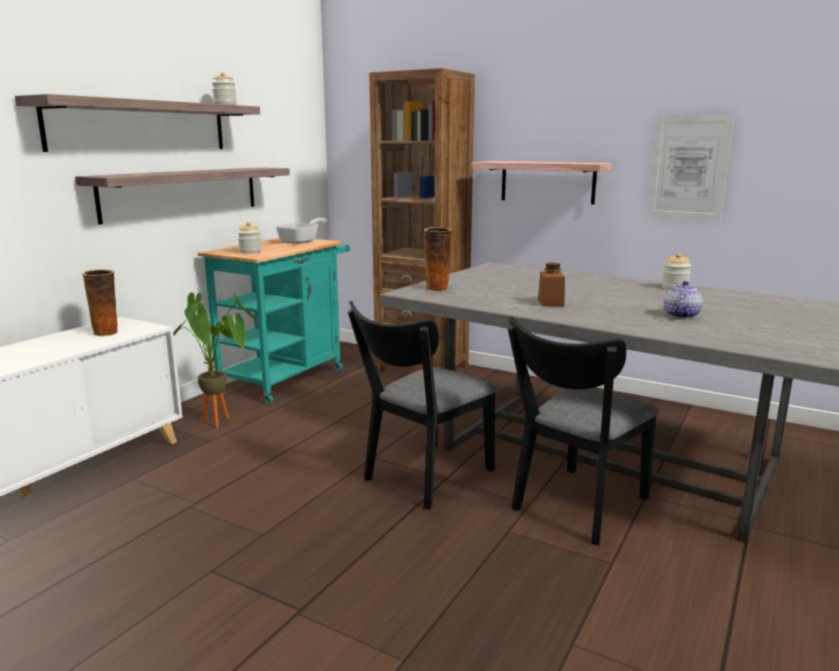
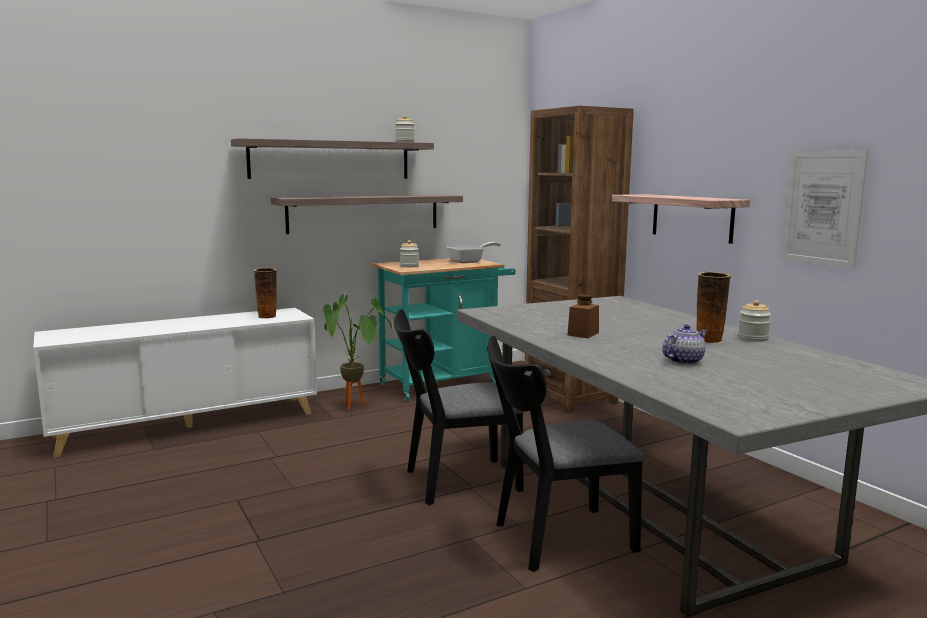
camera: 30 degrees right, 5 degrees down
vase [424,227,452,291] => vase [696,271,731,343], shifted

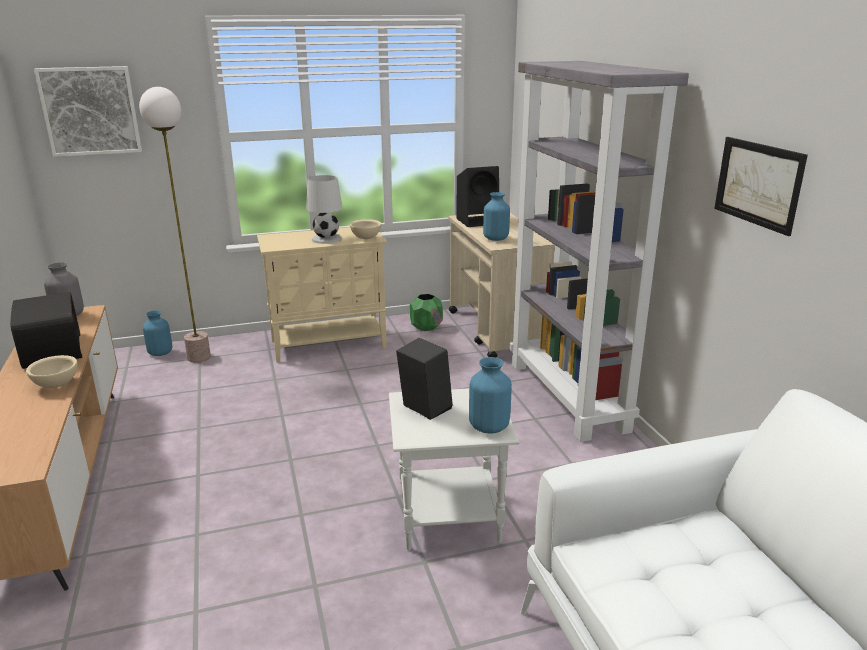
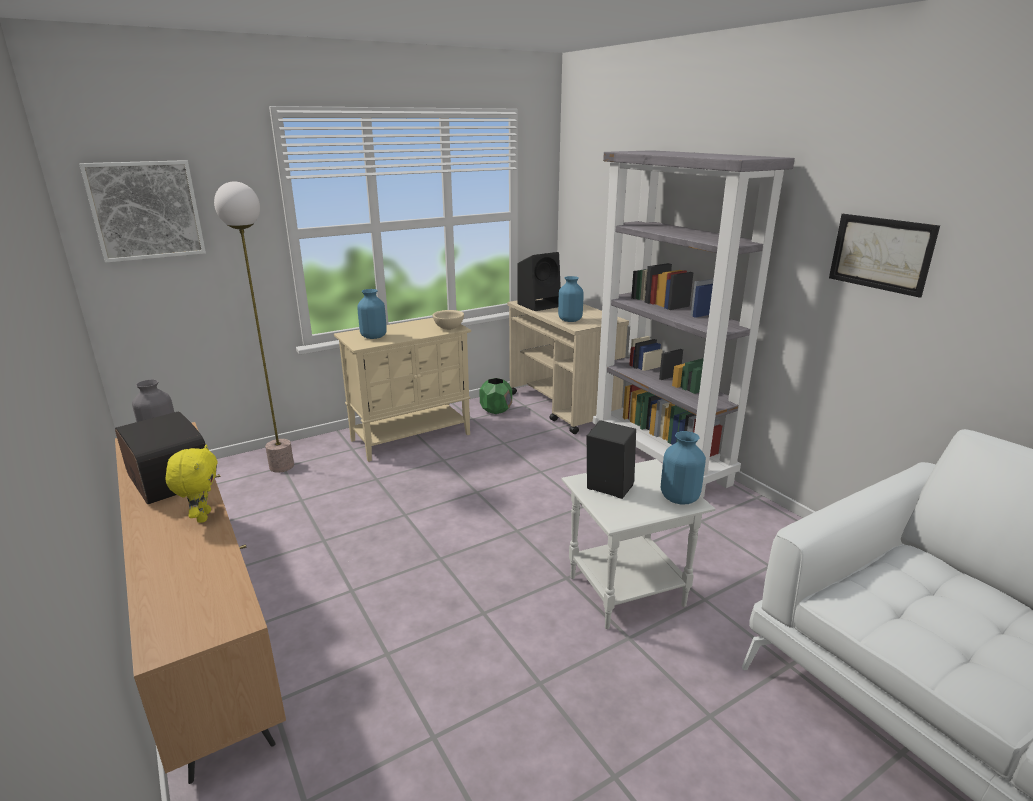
camera: 15 degrees left, 0 degrees up
beige serving bowl [26,355,77,388] => yellowish cuddly toy [165,445,218,523]
blue vase [143,310,172,356] => blue vase [357,289,387,339], shifted
white tabletop lamp [306,175,343,244] => nothing

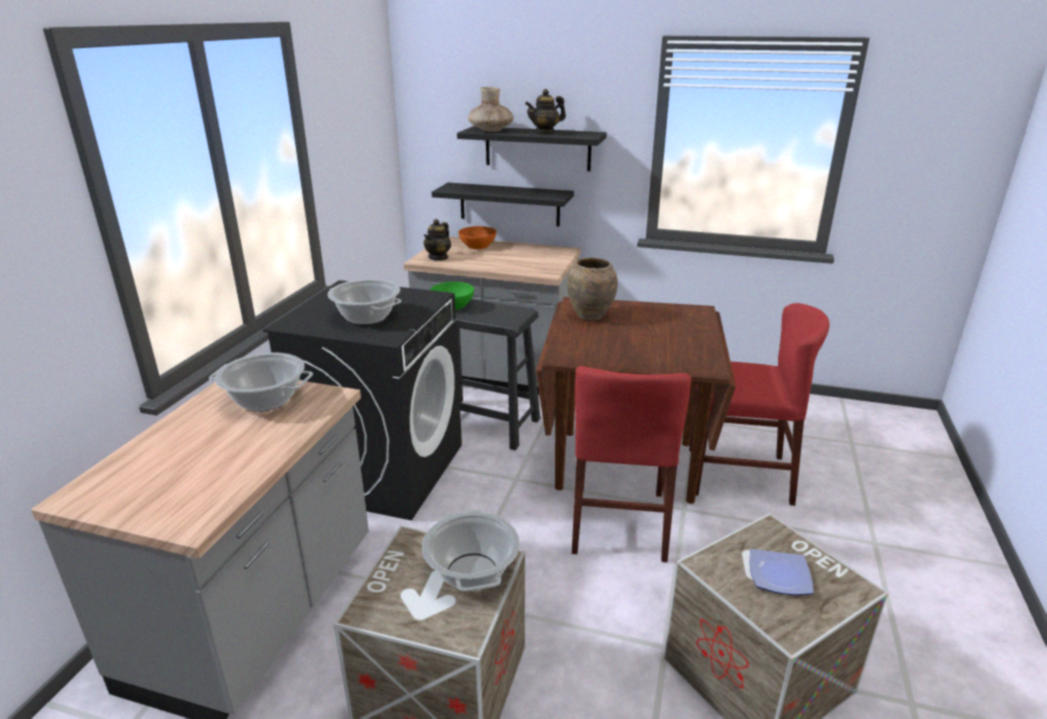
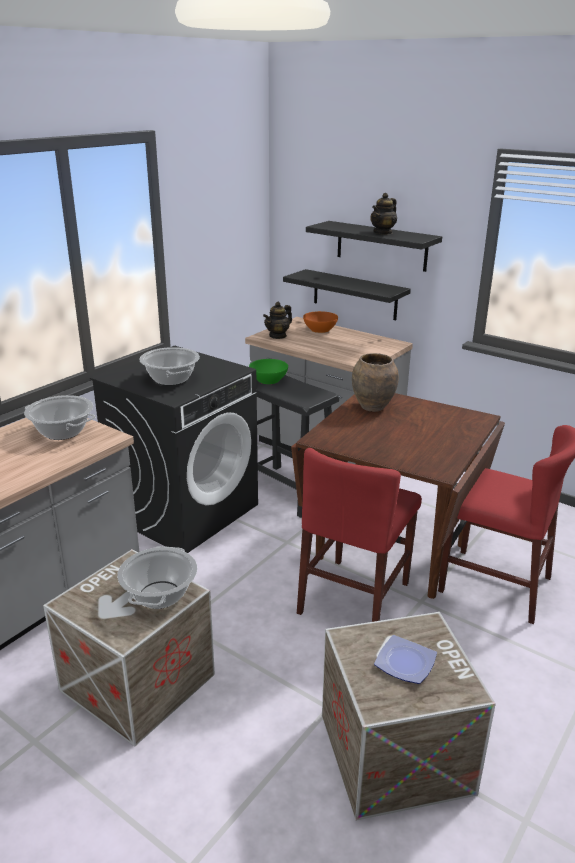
camera: 20 degrees right, 0 degrees up
tea pot [525,89,566,135] => tea pot [370,193,397,235], 45 degrees counterclockwise
brown-coloured vase [468,87,514,132] => nothing

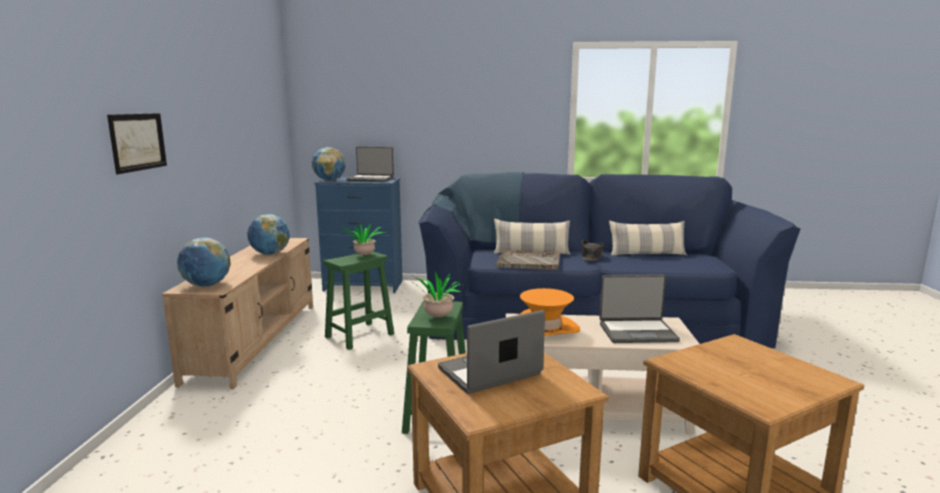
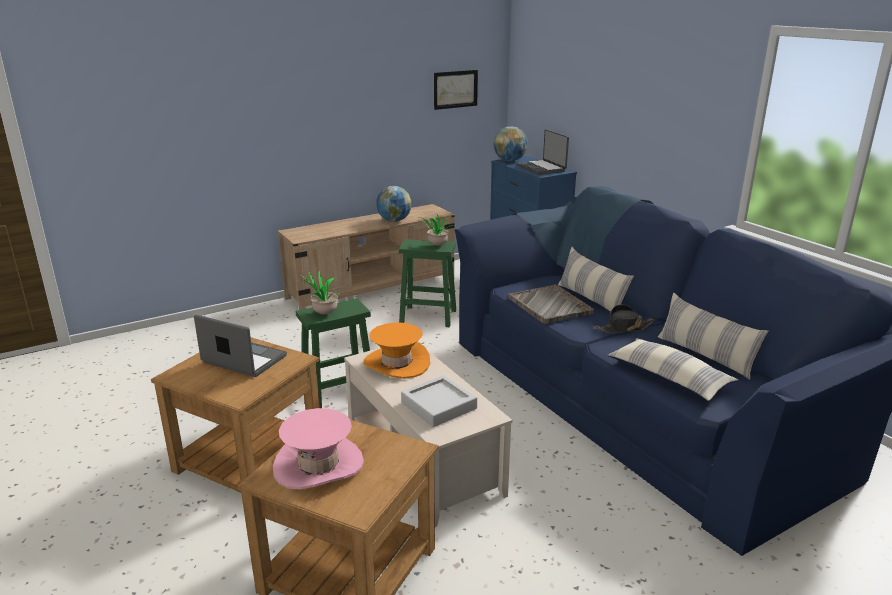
camera: 55 degrees right, 10 degrees up
nothing => pink wearable hat [273,408,364,489]
notebook computer [599,275,680,343] => greyish tray [401,375,477,427]
wall picture [107,113,167,174] => wall picture [434,70,478,110], shifted
nothing => throw pillow [607,338,738,401]
world globe [177,238,231,287] => nothing

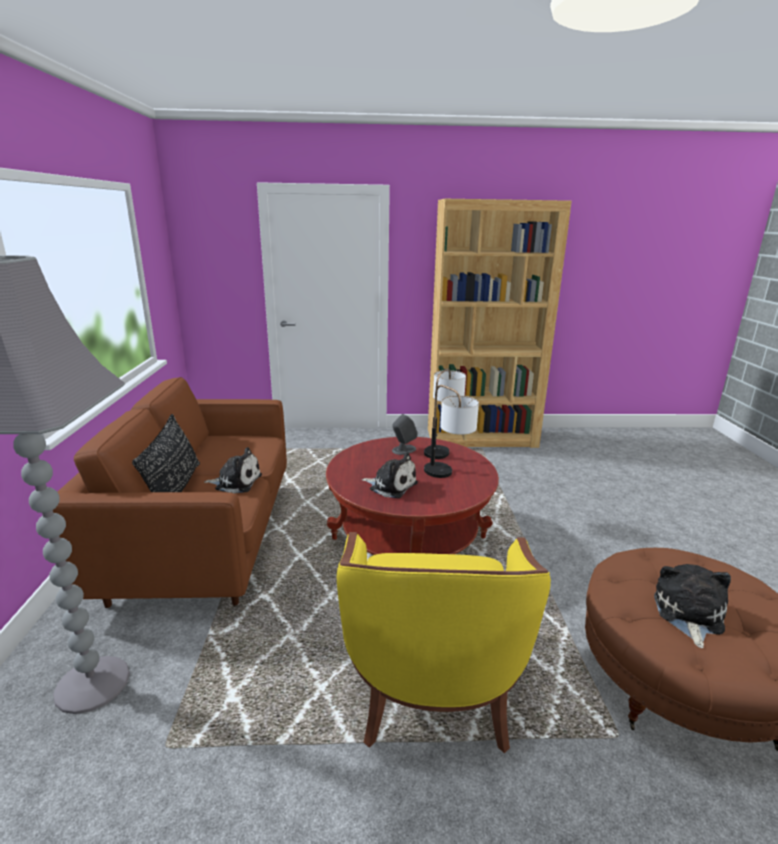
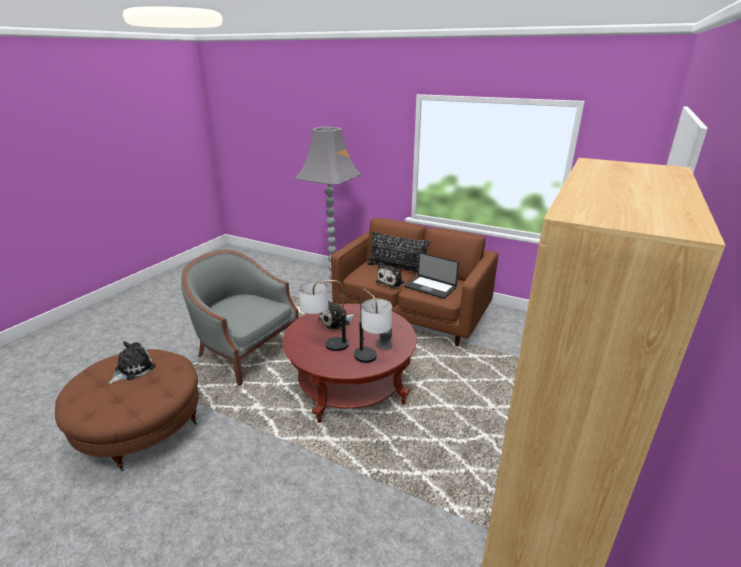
camera: 120 degrees right, 5 degrees up
cuddly toy [654,564,731,648] => cuddly toy [108,341,156,384], 105 degrees counterclockwise
yellowish lounge chair [337,532,551,753] => greyish lounge chair [181,250,299,386]
nothing => notebook computer [405,252,459,299]

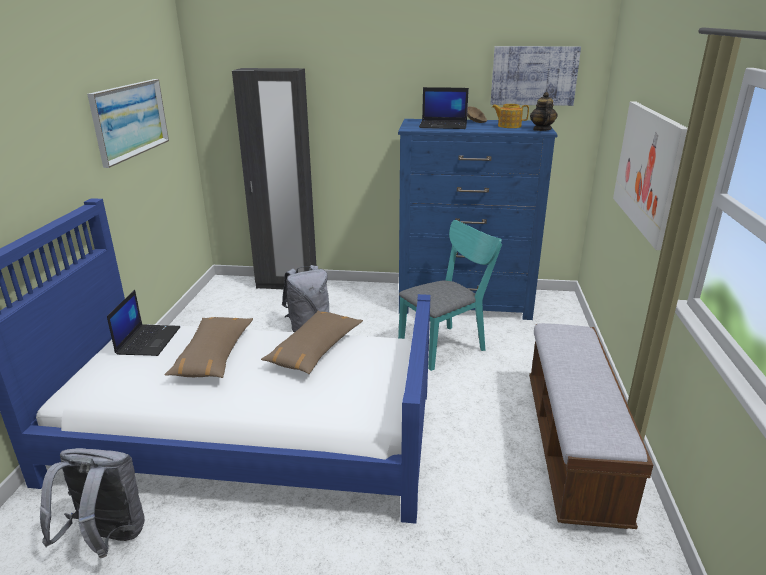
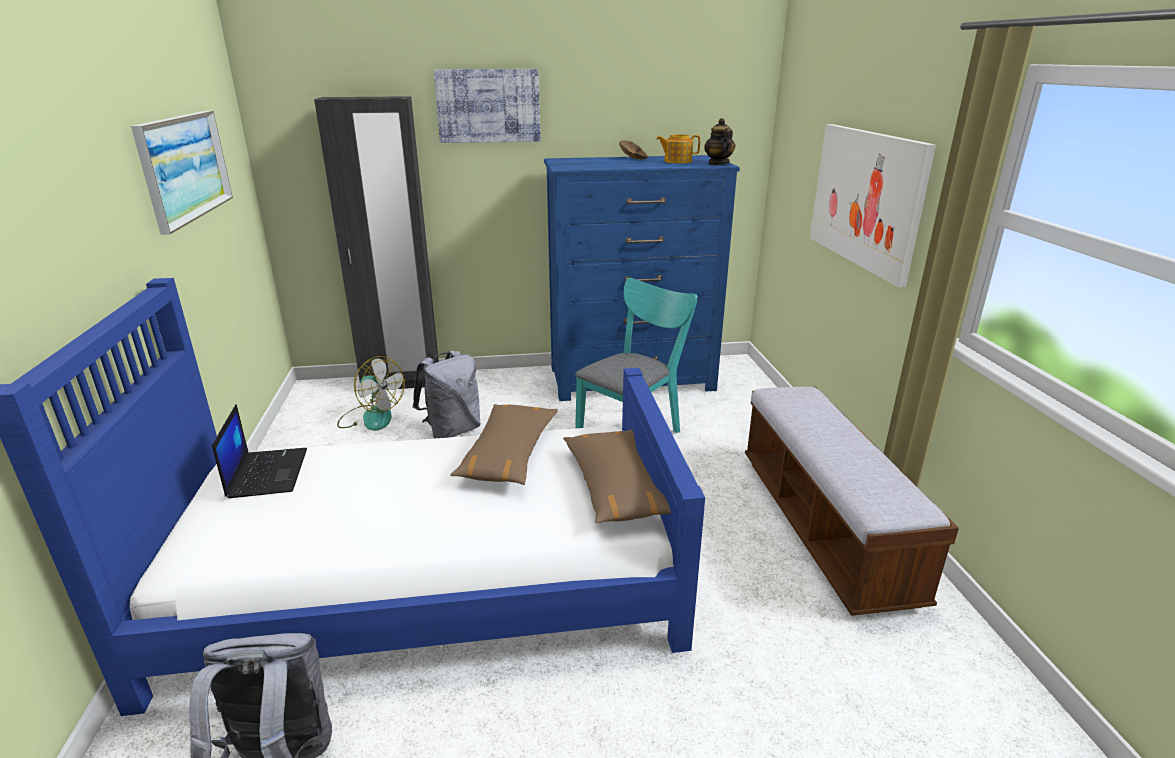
camera: 15 degrees left, 0 degrees up
nothing => cooling fan [337,356,405,431]
wall picture [491,46,581,106] => wall picture [433,69,541,143], shifted
brown-coloured throw pillow [165,317,253,378] => brown-coloured throw pillow [563,429,671,523], shifted
notebook computer [419,87,469,129] => nothing

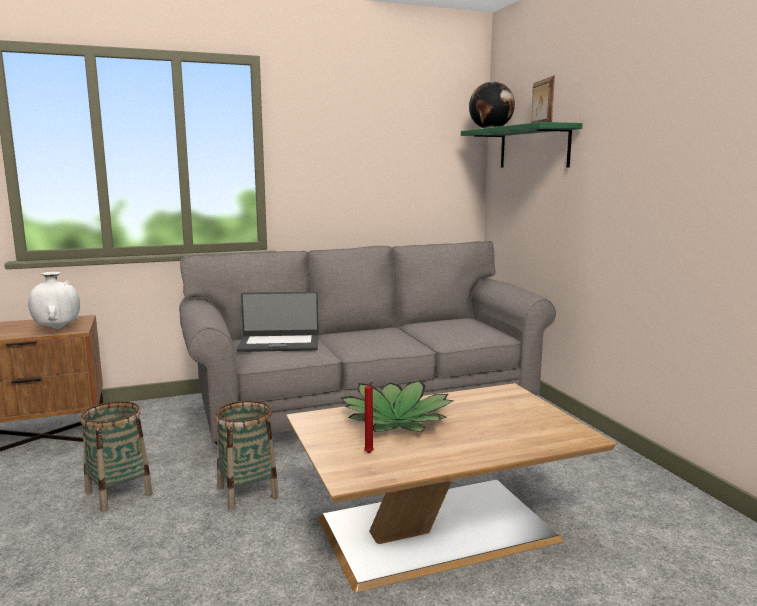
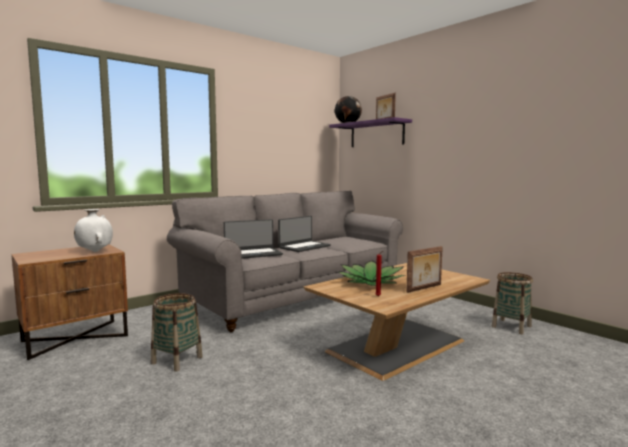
camera: 20 degrees left, 5 degrees down
nothing => notebook computer [278,216,331,252]
green-coloured bracket shelf [461,122,583,168] => purplish bracket shelf [329,117,412,147]
nothing => photo frame [406,246,443,293]
storage basket [215,400,279,510] => storage basket [492,272,533,335], shifted

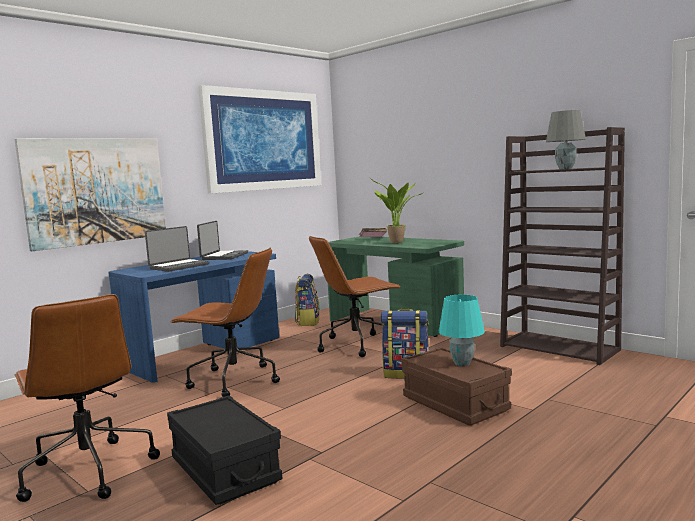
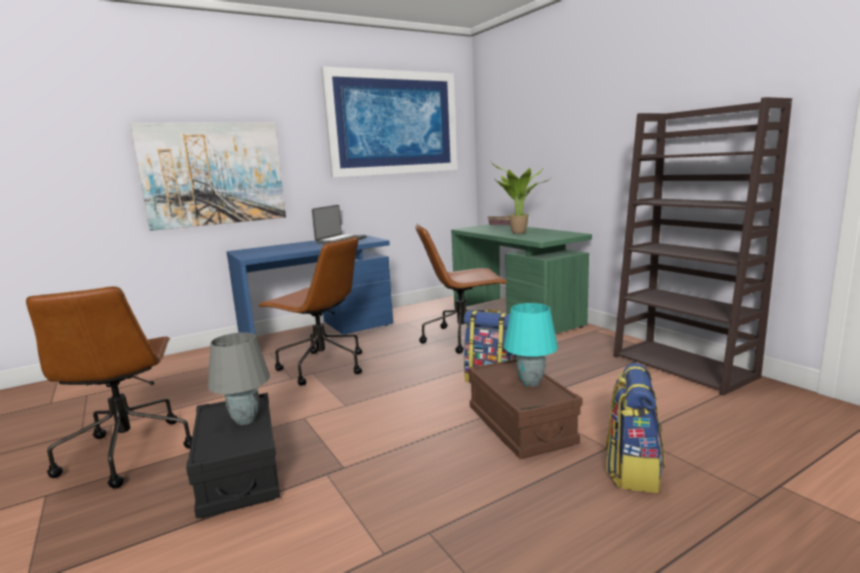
camera: 15 degrees right, 5 degrees up
greyish tabletop lamp [546,110,586,169] => greyish tabletop lamp [208,332,270,425], shifted
rucksack [295,274,320,326] => rucksack [606,363,665,493], shifted
notebook computer [145,226,209,272] => nothing

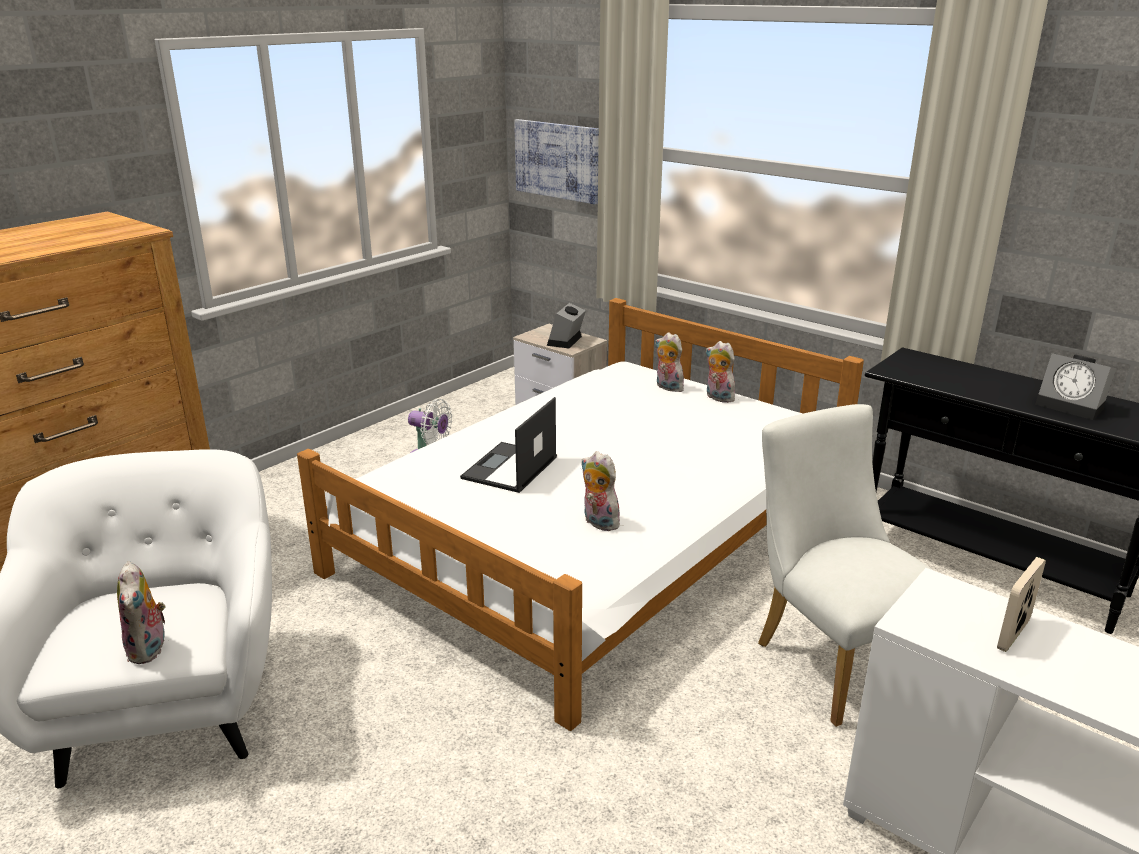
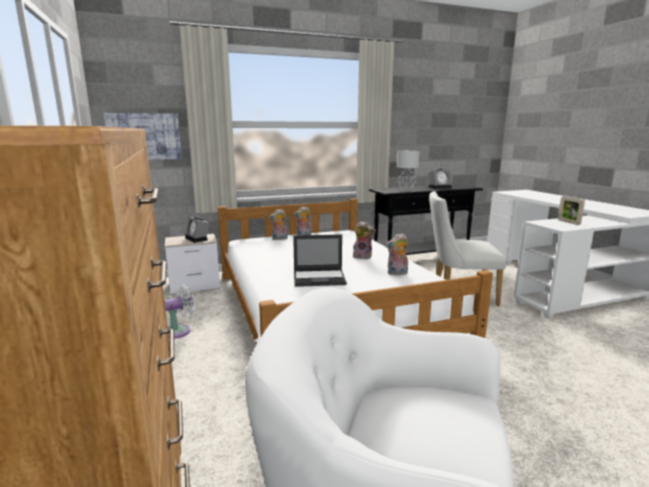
camera: 60 degrees left, 10 degrees down
notebook computer [460,397,557,493] => notebook computer [293,235,347,287], 60 degrees counterclockwise
cuddly toy [117,561,166,664] => cuddly toy [353,221,376,259], shifted
nothing => greyish tabletop lamp [397,150,420,190]

